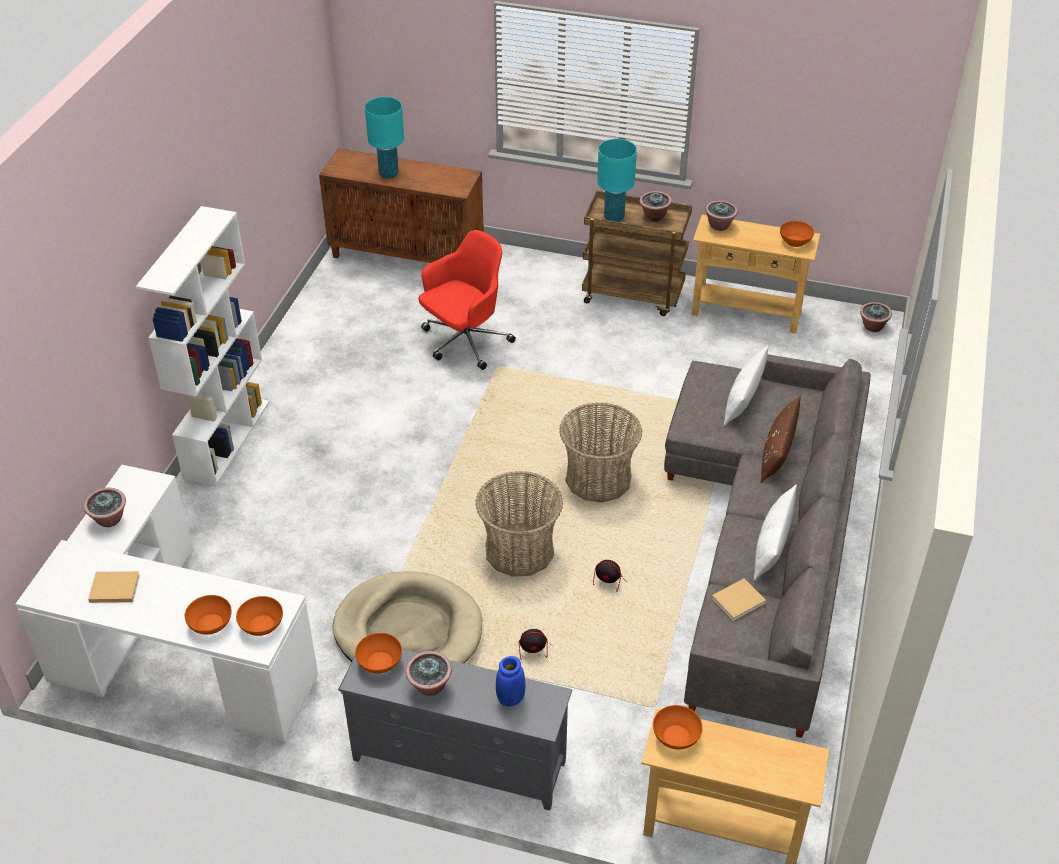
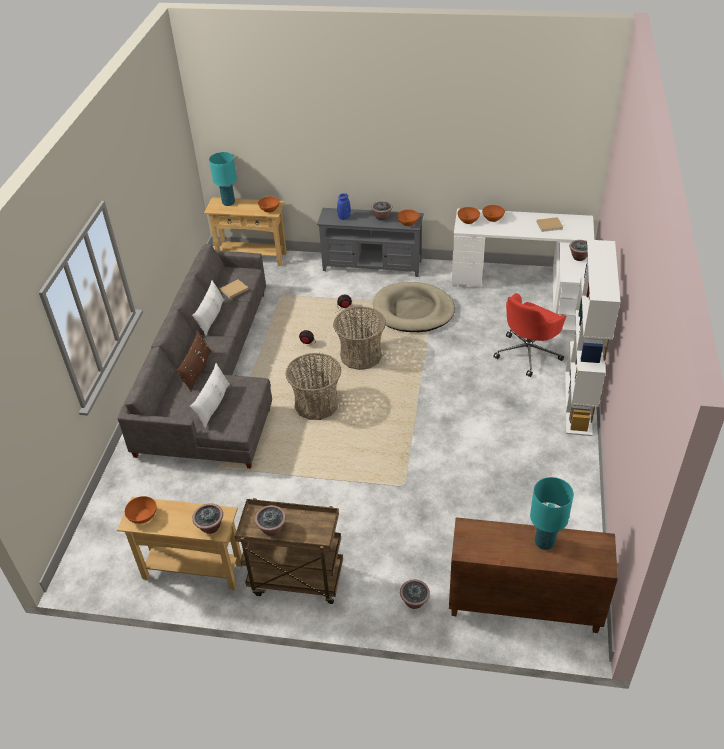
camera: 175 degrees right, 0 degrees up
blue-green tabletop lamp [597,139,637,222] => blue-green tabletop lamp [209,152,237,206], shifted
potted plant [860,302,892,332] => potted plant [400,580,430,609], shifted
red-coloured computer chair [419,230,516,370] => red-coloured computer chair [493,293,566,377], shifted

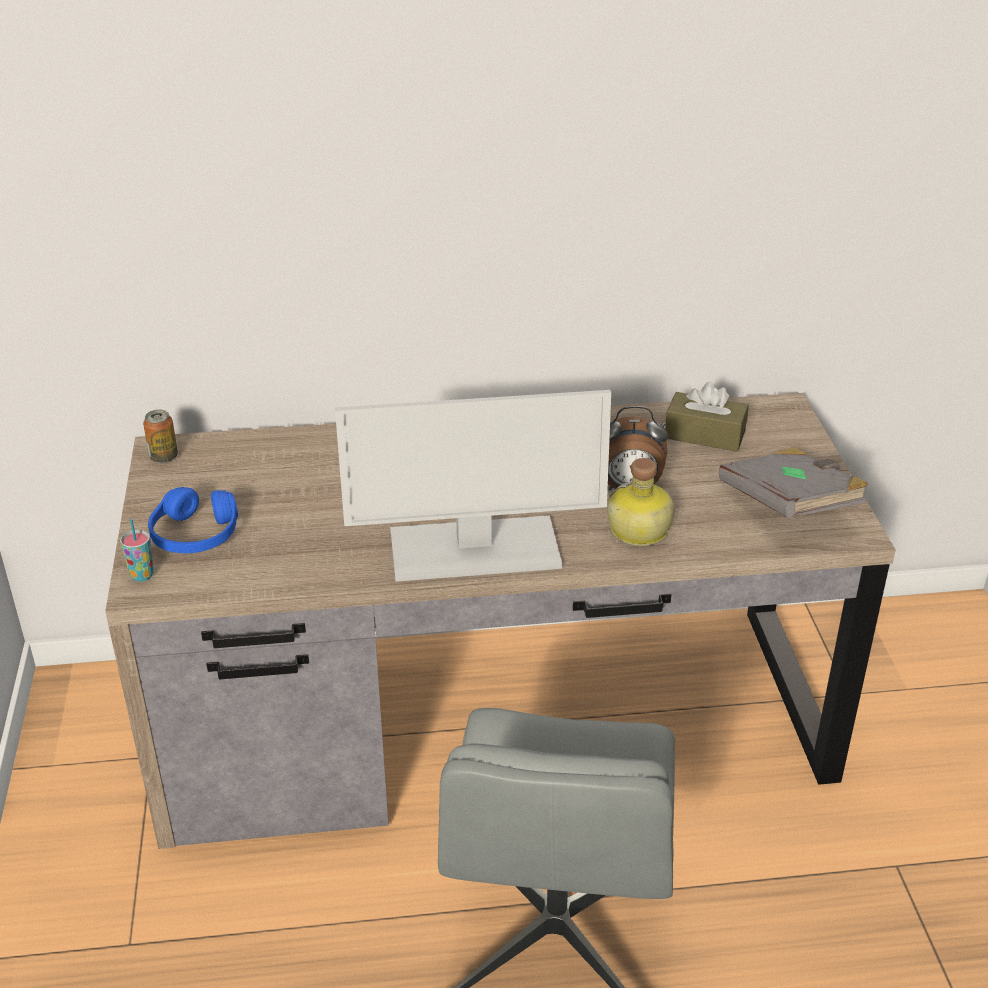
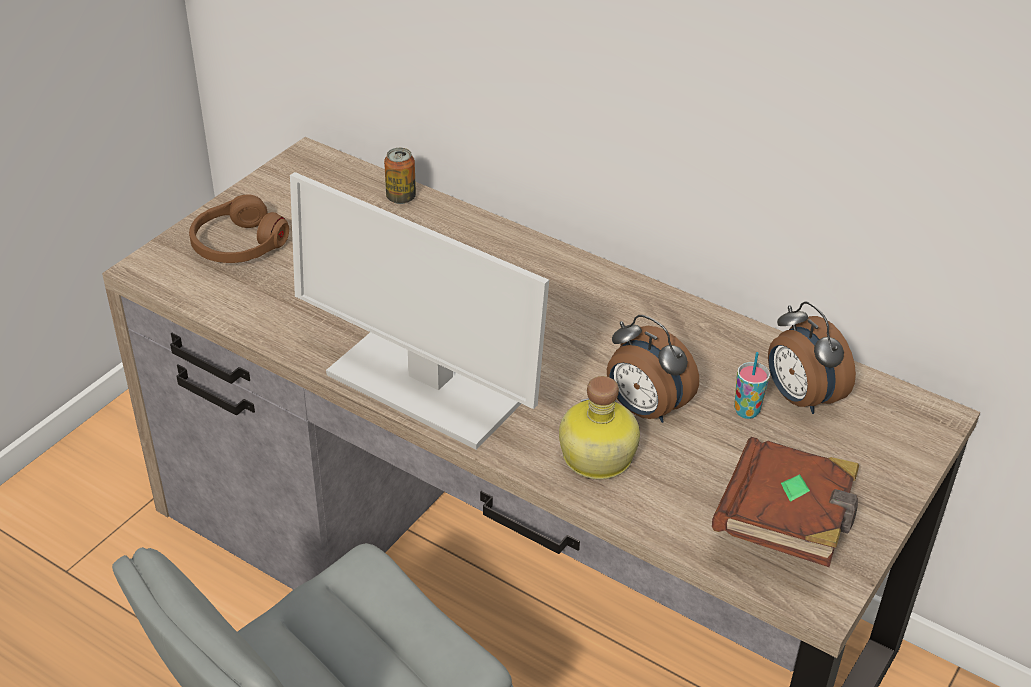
camera: 40 degrees right, 5 degrees up
blue pair of headphones [148,487,238,553] => brown-coloured pair of headphones [189,195,289,263]
metal can [143,409,178,463] => metal can [384,148,416,204], shifted
greyish book [719,447,868,518] => brown-coloured book [712,437,859,567]
drinking cup [120,519,154,582] => drinking cup [734,352,770,419], shifted
brown-coloured tissue box [665,382,749,452] => alarm clock [768,301,856,414]

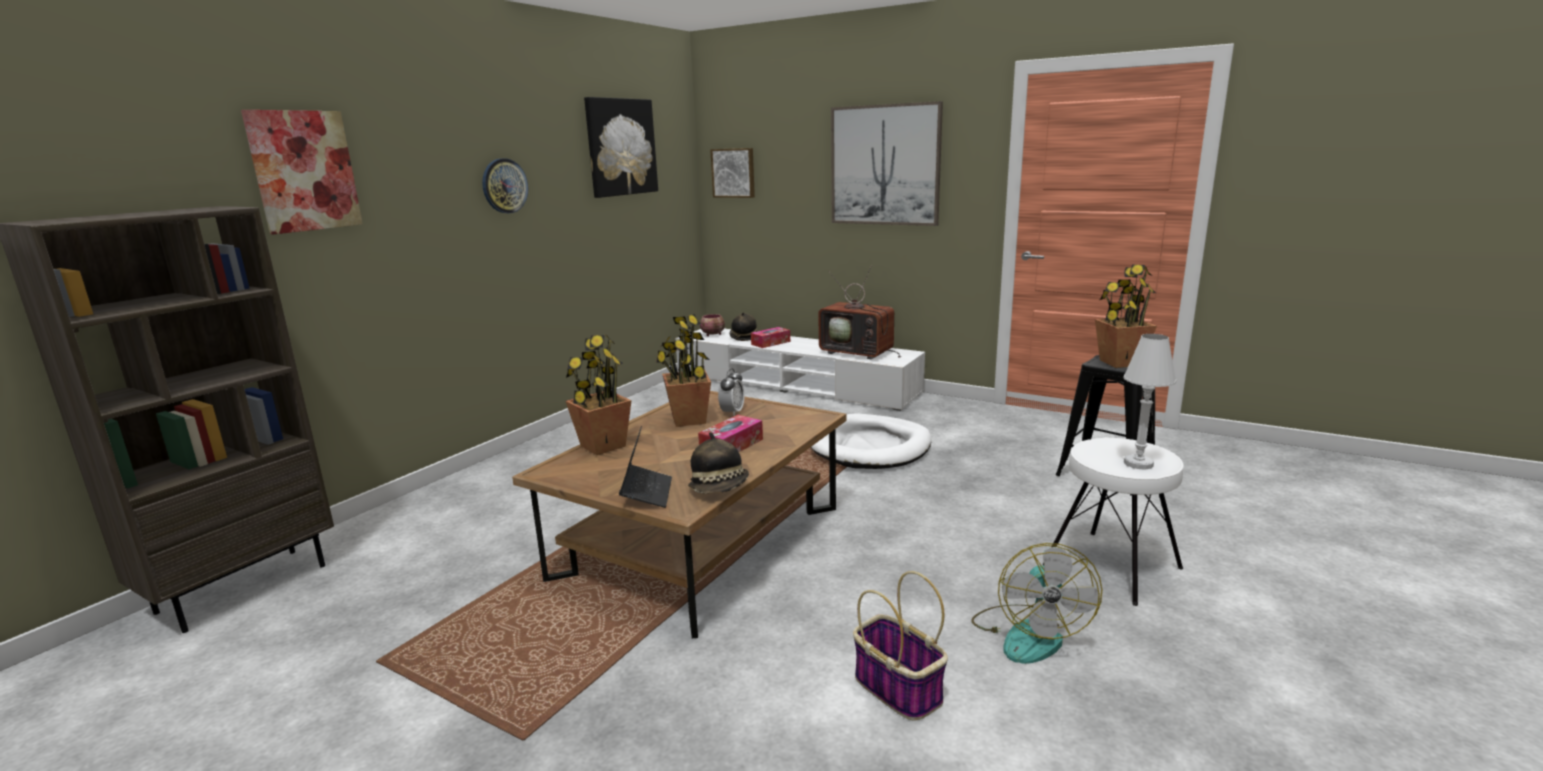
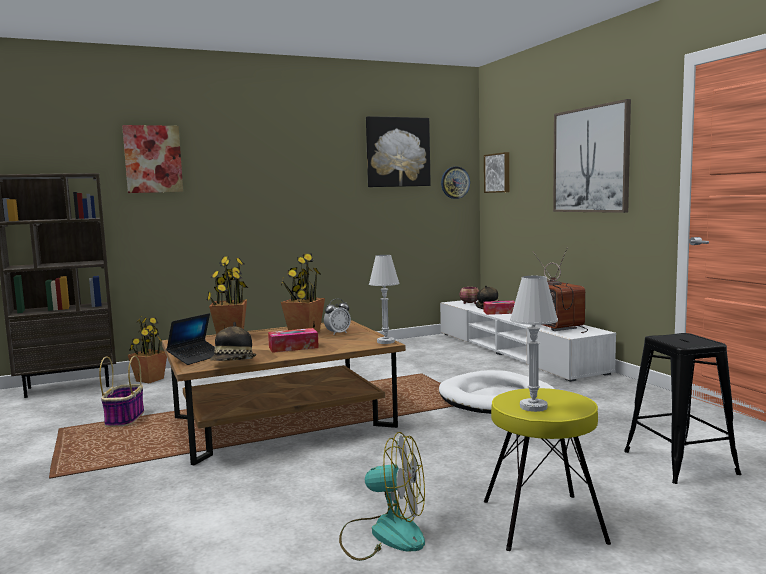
camera: 35 degrees right, 10 degrees down
storage basket [853,571,948,721] => storage basket [99,356,144,427], shifted
potted plant [1095,264,1157,368] => potted plant [128,317,167,383], shifted
cooling fan [971,543,1102,664] => cooling fan [339,432,425,561], 120 degrees counterclockwise
nothing => white tabletop lamp [369,255,399,344]
clock on the wall [482,158,528,213] => clock on the wall [441,167,470,199], shifted
white sitting stool [1043,437,1184,606] => yellowish sitting stool [484,388,611,551]

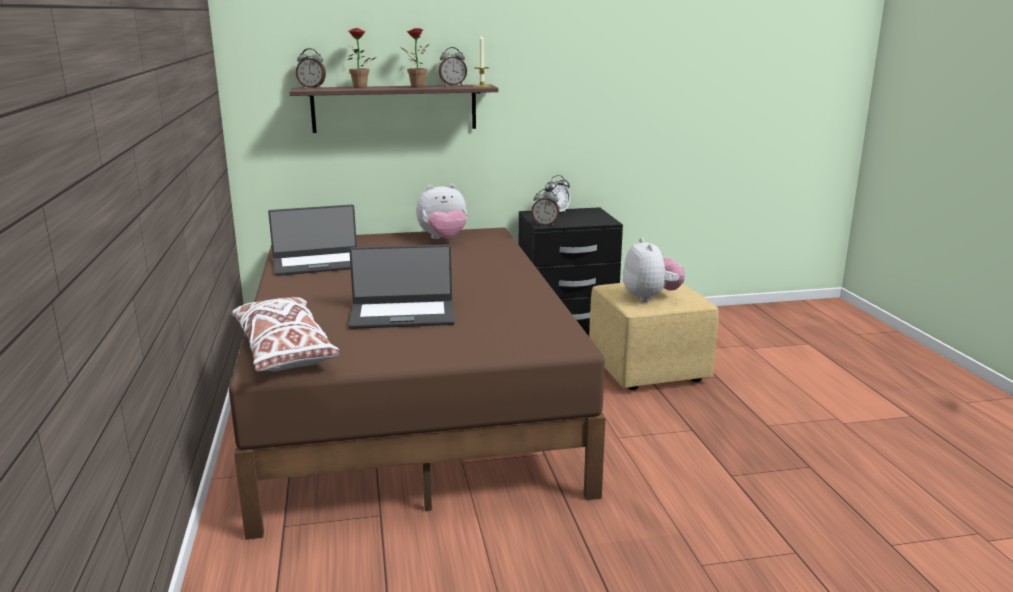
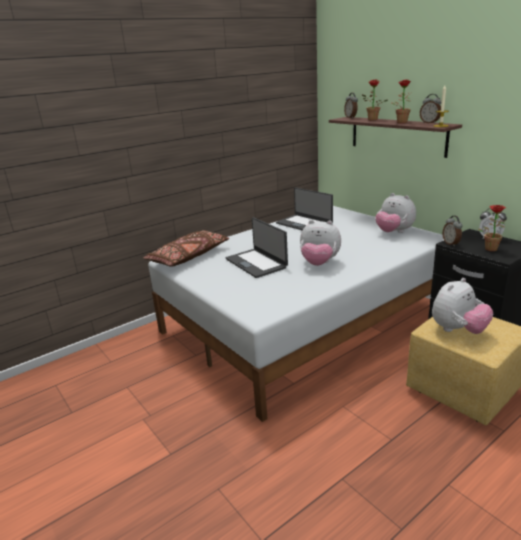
camera: 65 degrees right, 5 degrees up
white throw pillow [231,297,339,372] => brown-coloured throw pillow [143,230,229,267]
brown-coloured bedroom bed [229,227,605,540] => white bedroom bed [148,206,444,422]
nothing => cuddly toy [300,220,341,266]
nothing => potted plant [478,205,506,251]

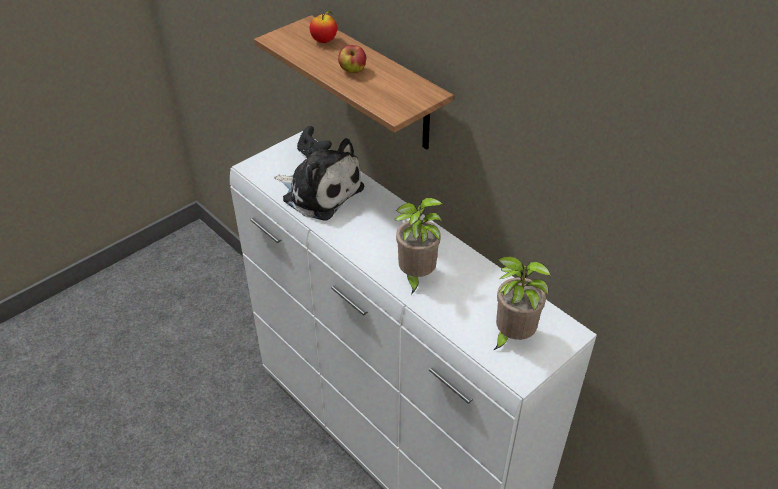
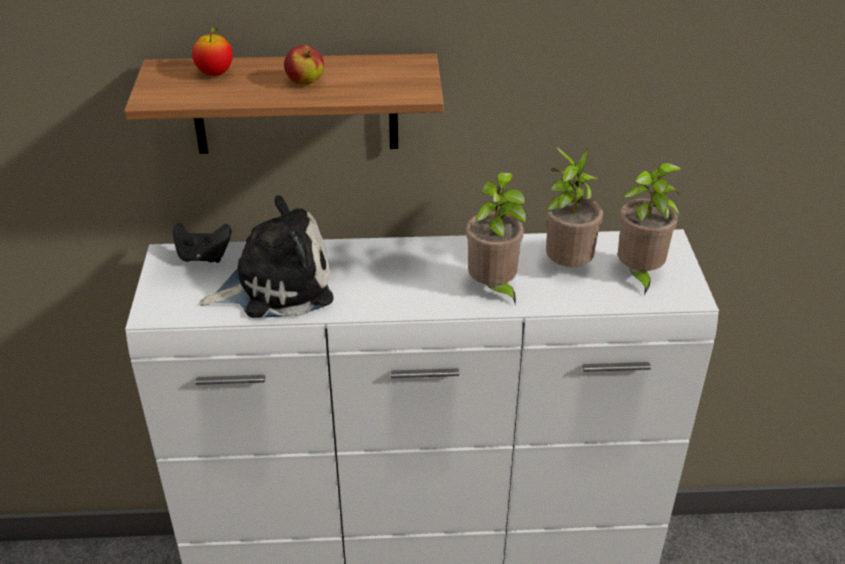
camera: 50 degrees left, 5 degrees down
nothing => potted plant [546,147,603,267]

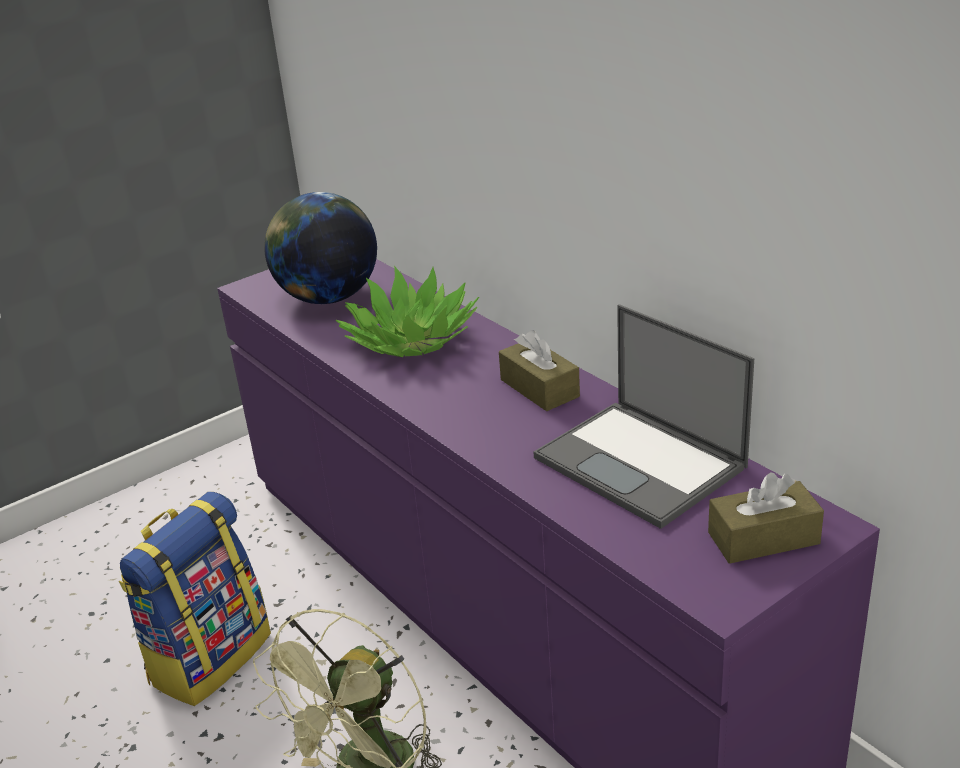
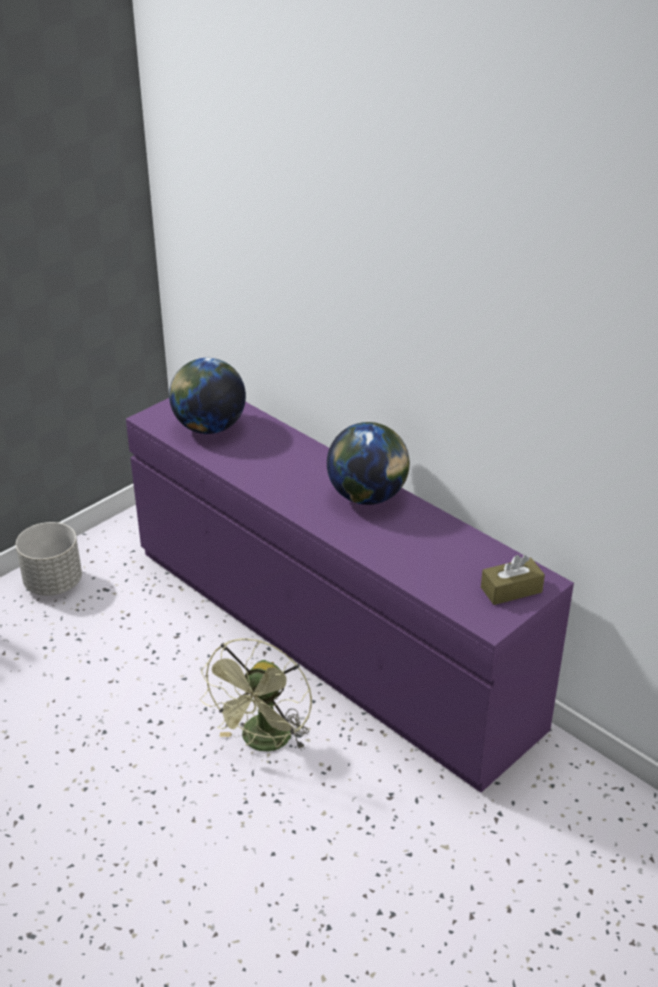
camera: 10 degrees left, 5 degrees up
nothing => greyish flower pot [16,522,82,596]
brown-coloured tissue box [499,330,580,411] => world globe [327,422,410,505]
rucksack [119,492,271,706] => nothing
potted plant [335,266,479,357] => nothing
notebook computer [533,304,754,529] => nothing

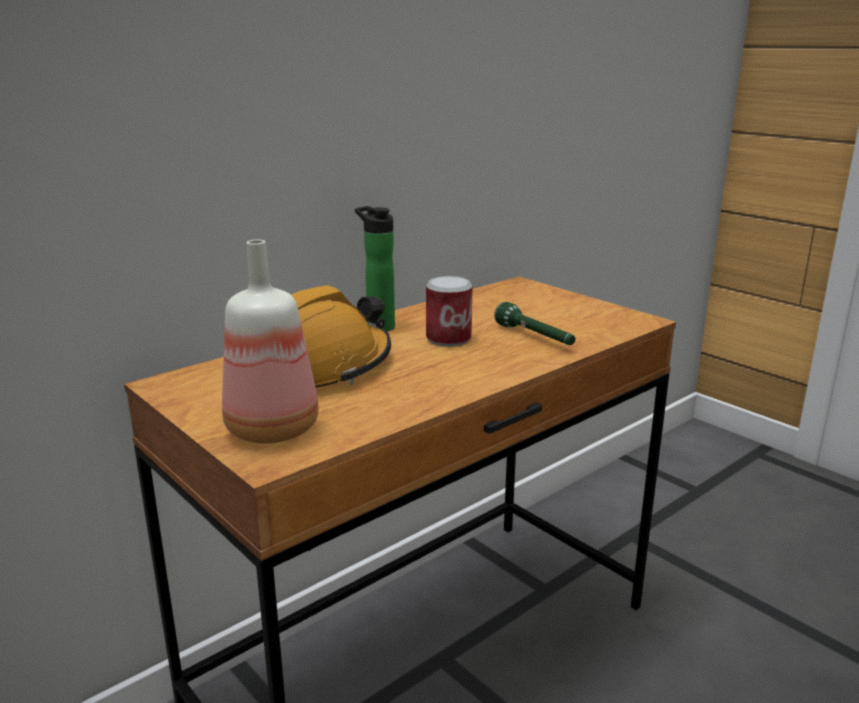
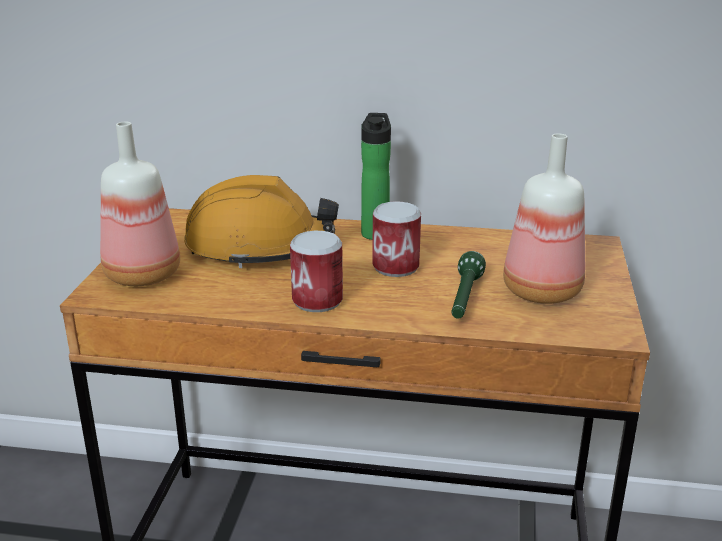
camera: 50 degrees right, 5 degrees up
nothing => metal can [290,231,343,312]
nothing => beverage bottle [503,134,585,304]

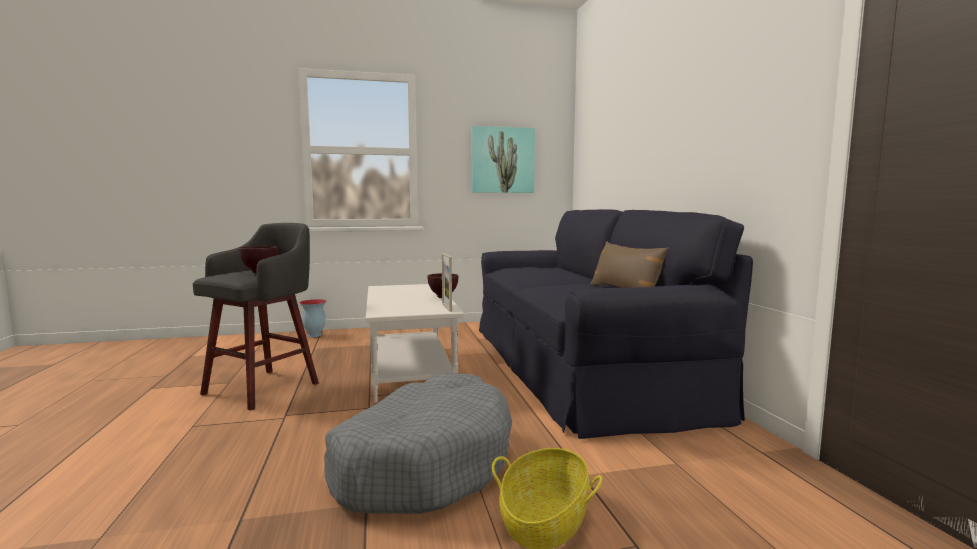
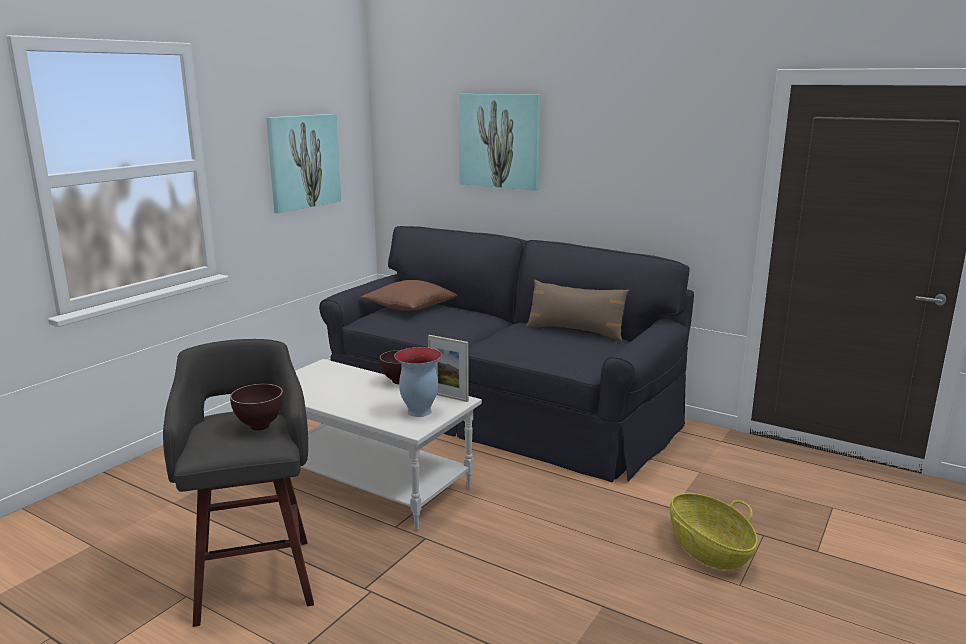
camera: 45 degrees left, 10 degrees up
nothing => brown-coloured throw pillow [361,280,458,311]
vase [299,299,327,337] => vase [394,347,441,417], shifted
nothing => wall picture [459,94,541,191]
greyish dog cushion [324,374,512,514] => nothing

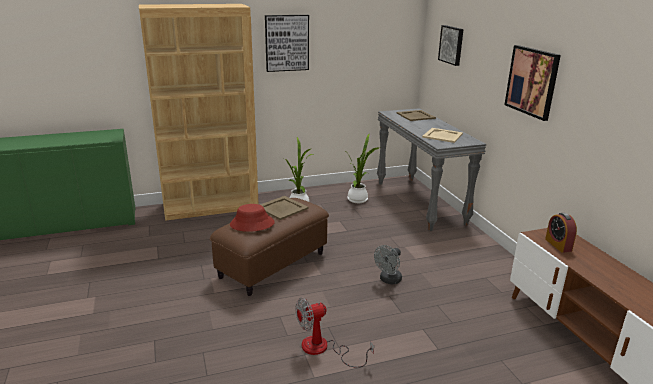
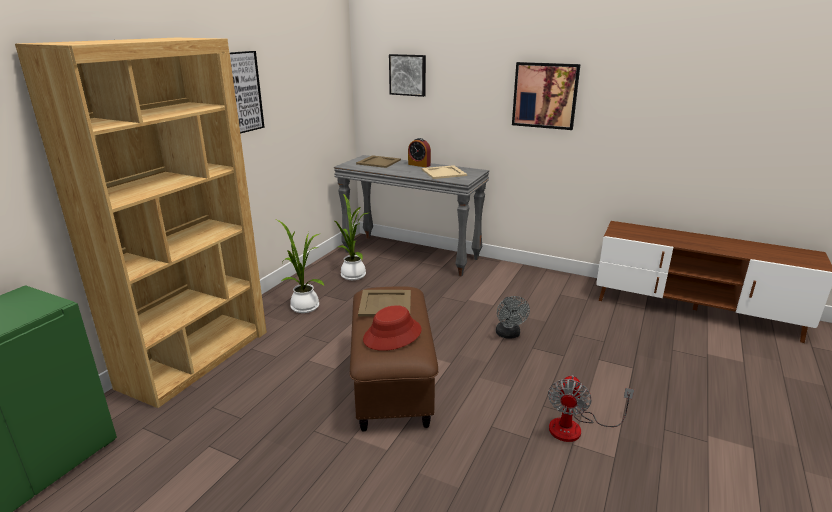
camera: 45 degrees left, 0 degrees up
alarm clock [545,213,577,253] => alarm clock [408,138,431,167], shifted

